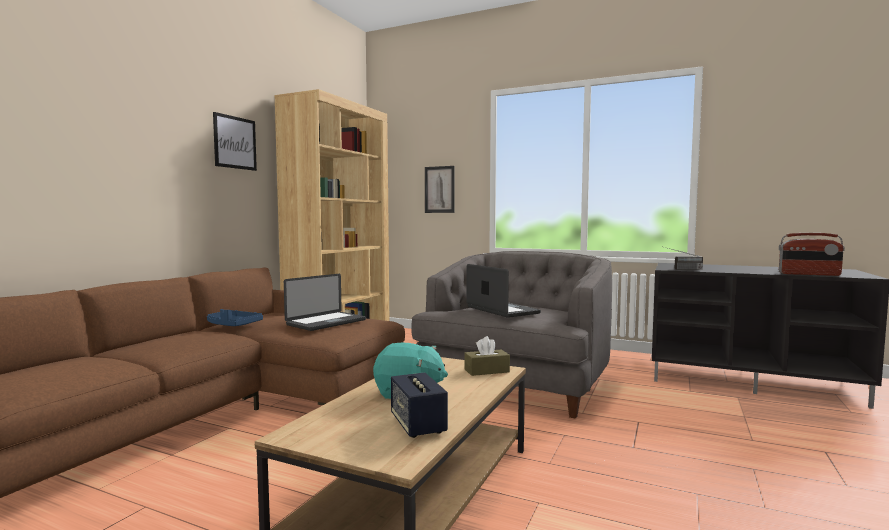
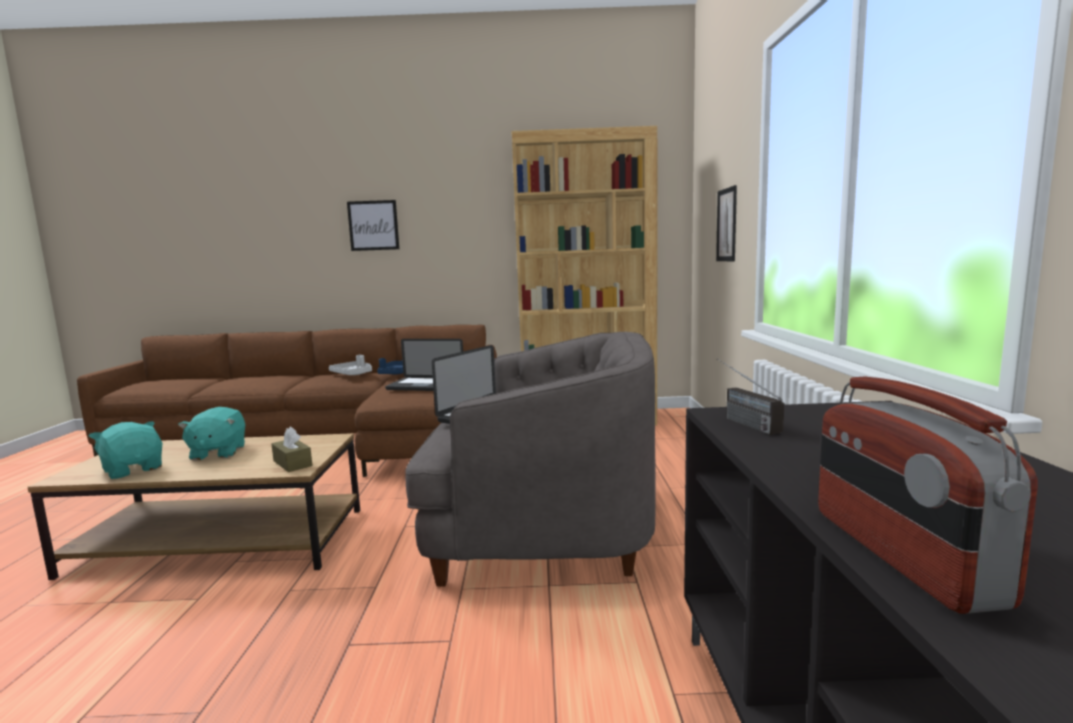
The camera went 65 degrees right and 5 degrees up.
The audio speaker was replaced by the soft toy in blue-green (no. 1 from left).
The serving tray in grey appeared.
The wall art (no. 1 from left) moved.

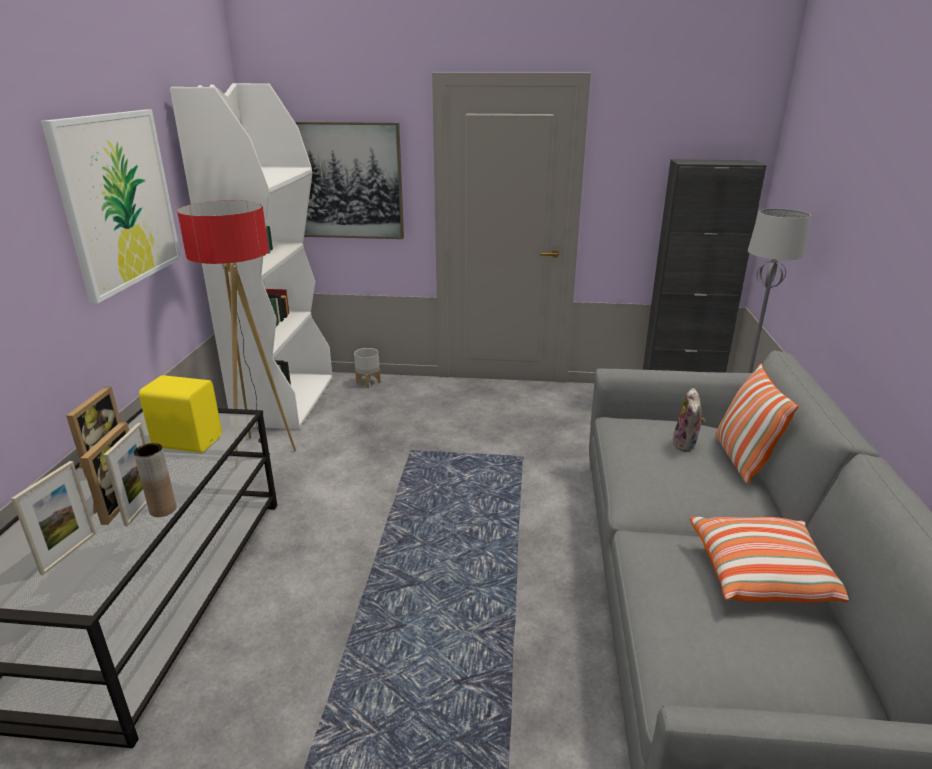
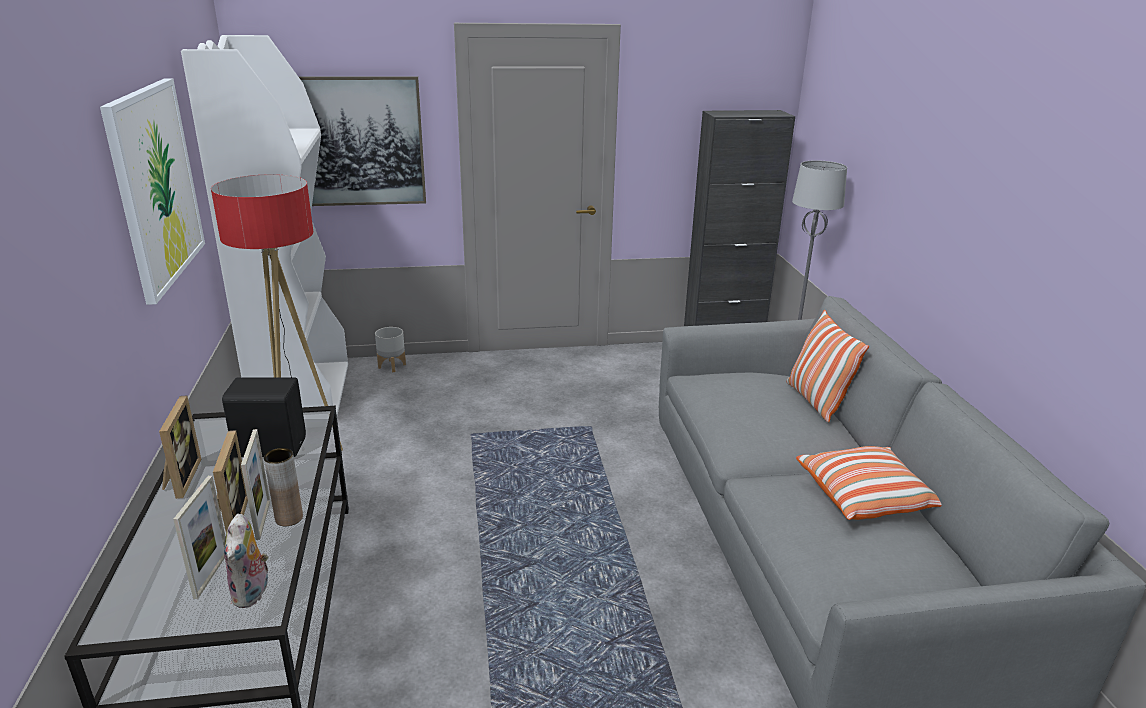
The camera went 15 degrees left and 0 degrees up.
The audio speaker in yellowish became the audio speaker in black-coloured.
The soft toy moved.

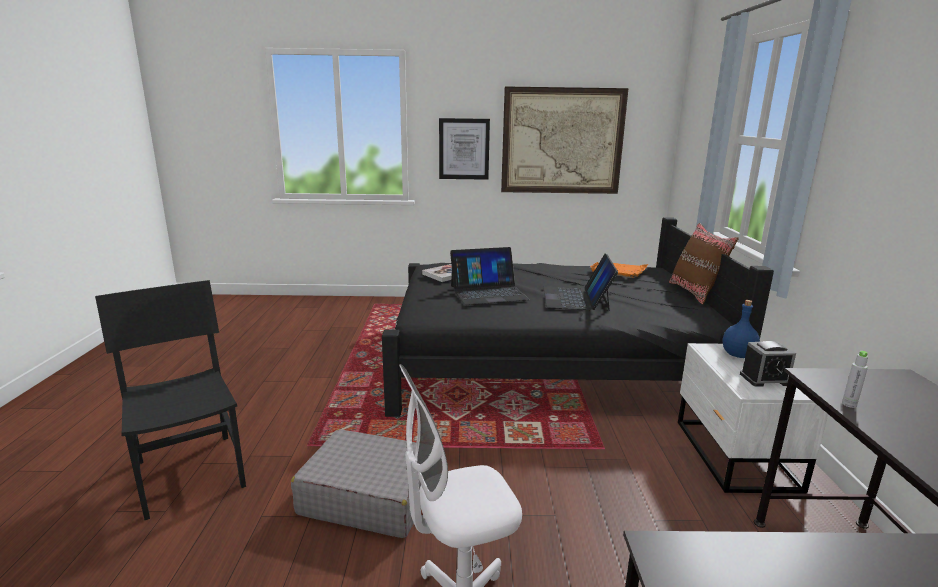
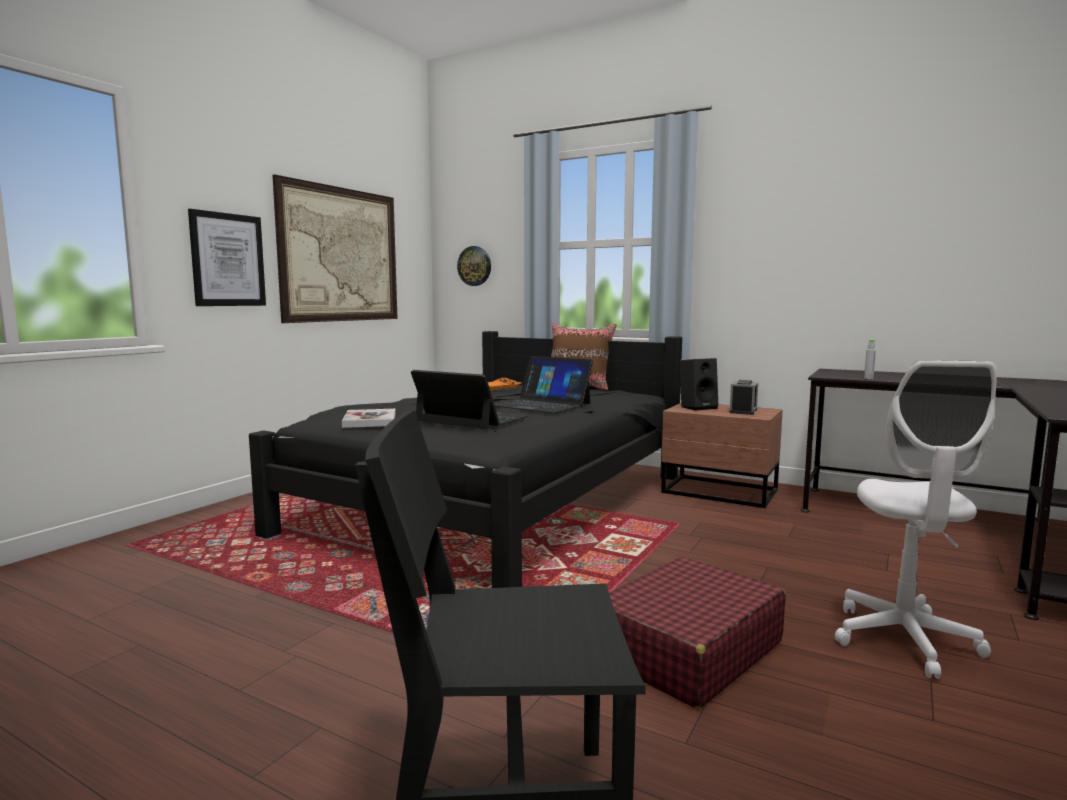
The camera went 60 degrees left and 10 degrees down.
The portable computer (no. 1 from left) turned 75 degrees counterclockwise.
The clock on the wall appeared.
The travel case in grey became the travel case in reddish.
The nightstand in whitish became the nightstand in brownish.
The beverage bottle in blue-coloured was replaced by the audio speaker in black-coloured.

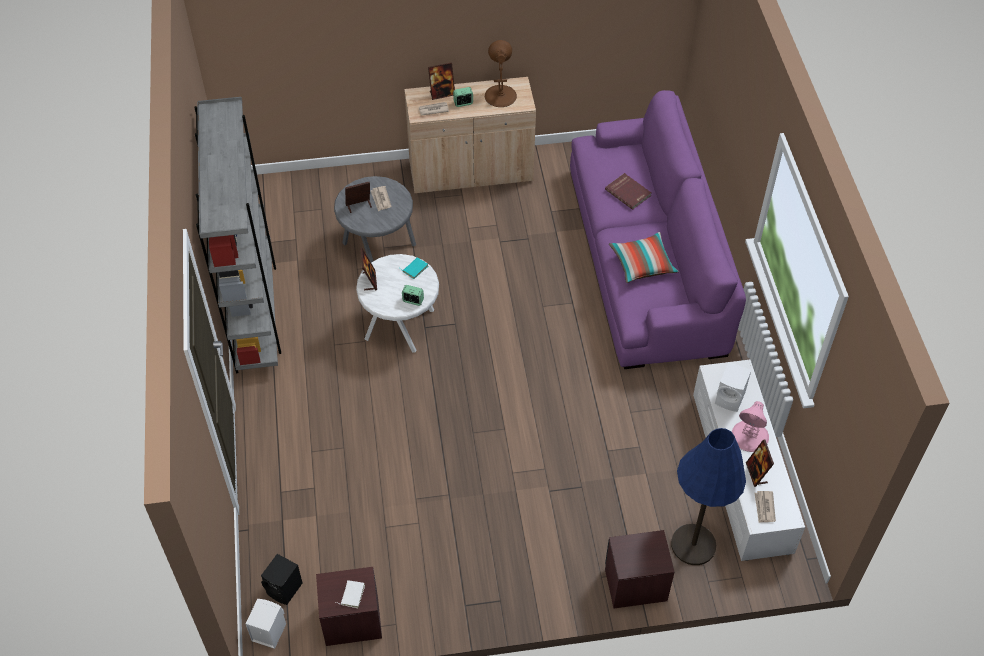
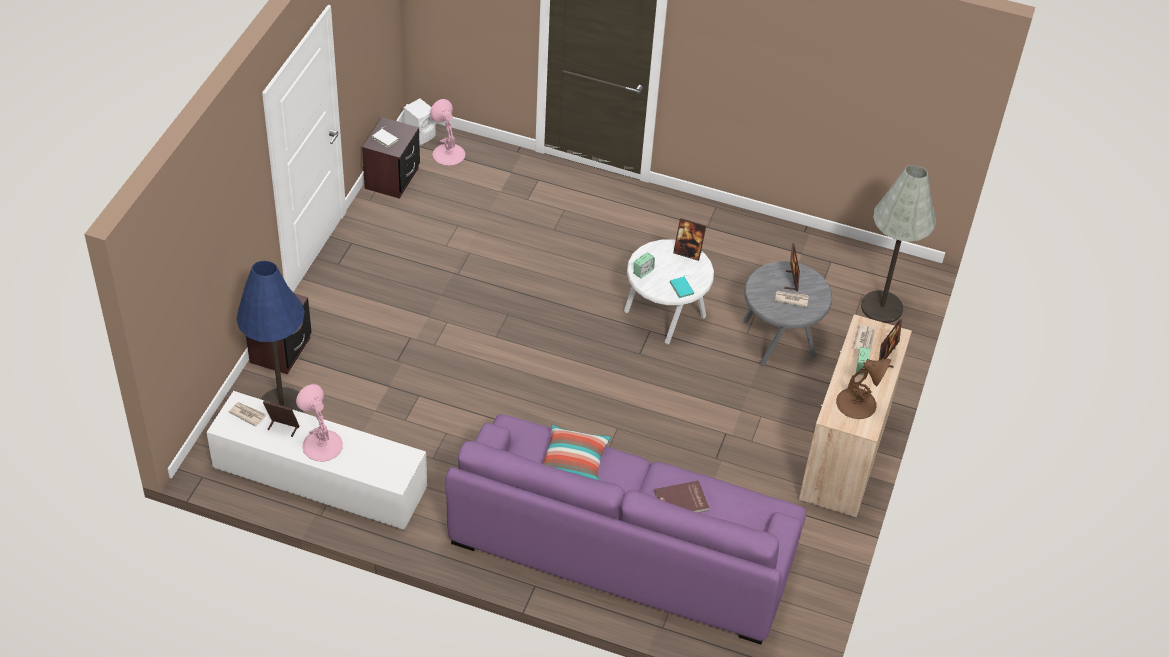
The camera went 115 degrees right and 5 degrees down.
The audio speaker in black-coloured was replaced by the lamp for a table in pink-coloured (no. 2 from left).
The floor lamp in grey appeared.
The shelving unit in grey disappeared.
The audio speaker in whitish (no. 2 from left) disappeared.

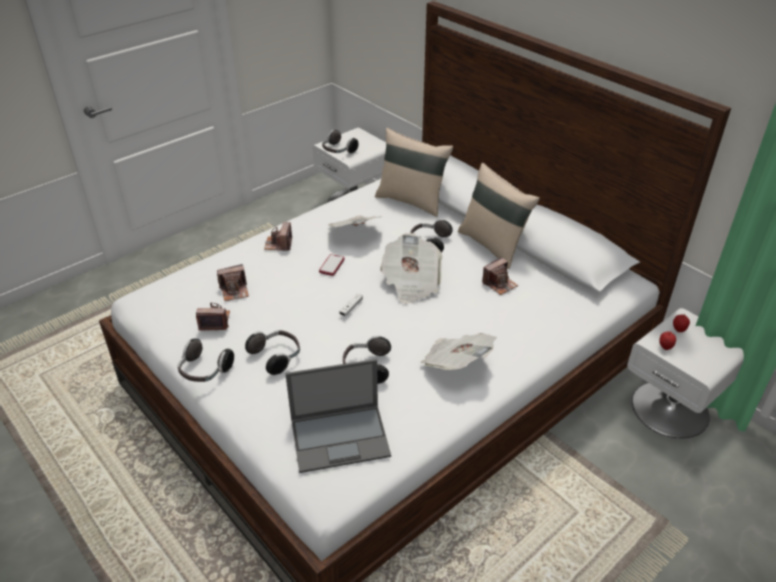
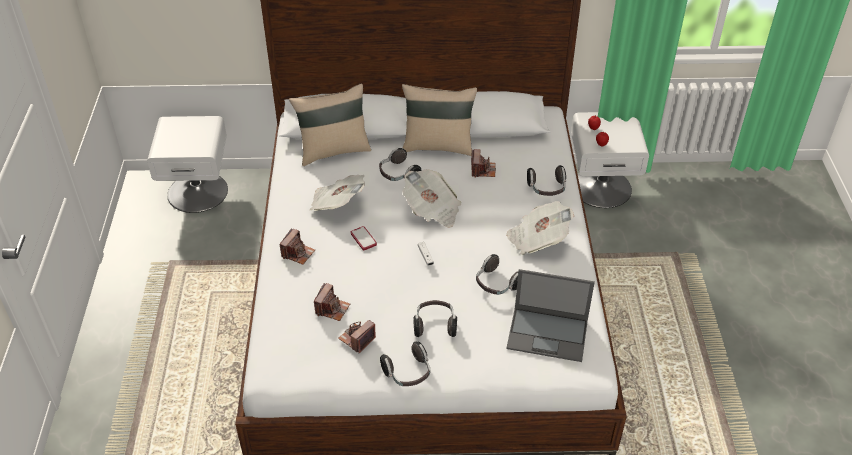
The camera went 50 degrees left and 5 degrees up.
The photo camera (no. 3 from left in the first image) turned 105 degrees counterclockwise.
The portable computer turned 75 degrees clockwise.
The headset (no. 3 from left in the first image) moved.

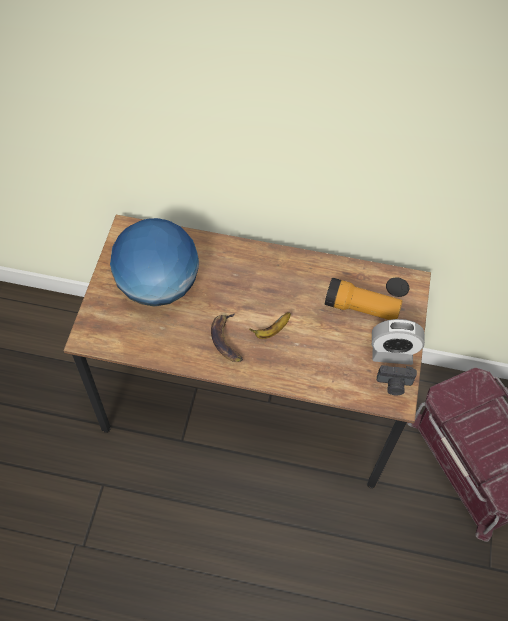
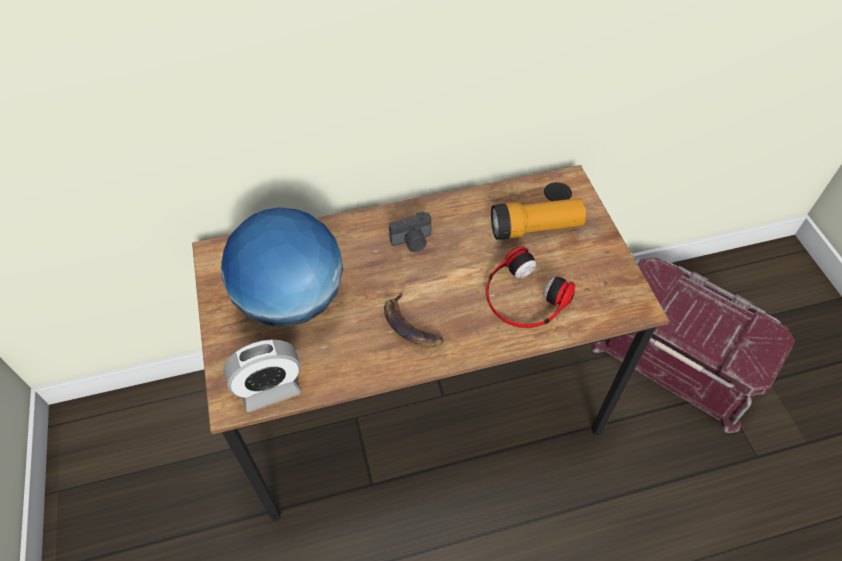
The camera went 25 degrees left and 5 degrees down.
The alarm clock moved.
The photo camera moved.
The headset appeared.
The whole banana (no. 2 from left) disappeared.

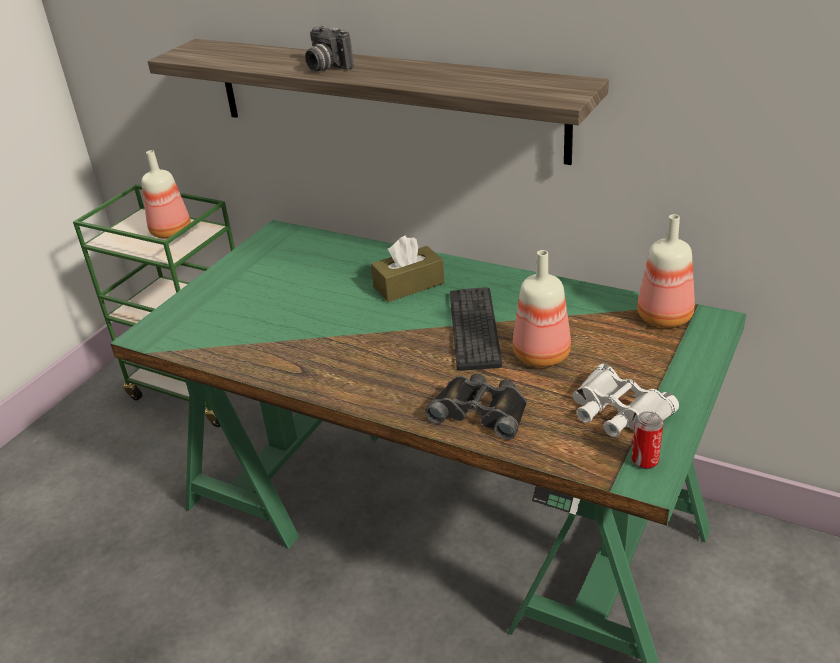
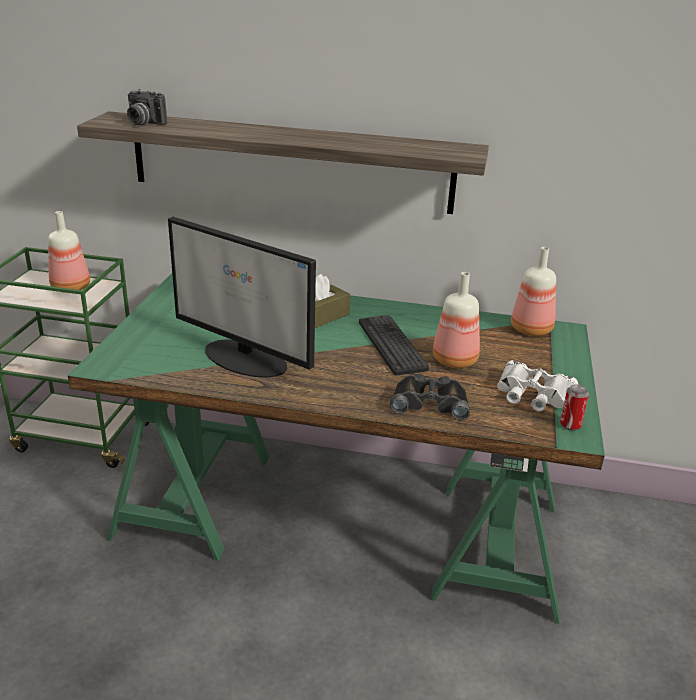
The camera went 20 degrees left and 5 degrees down.
The photo camera moved.
The computer display appeared.

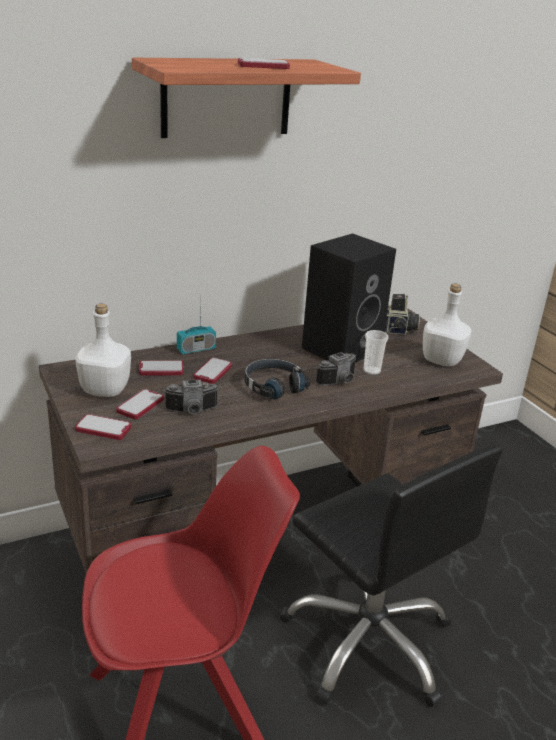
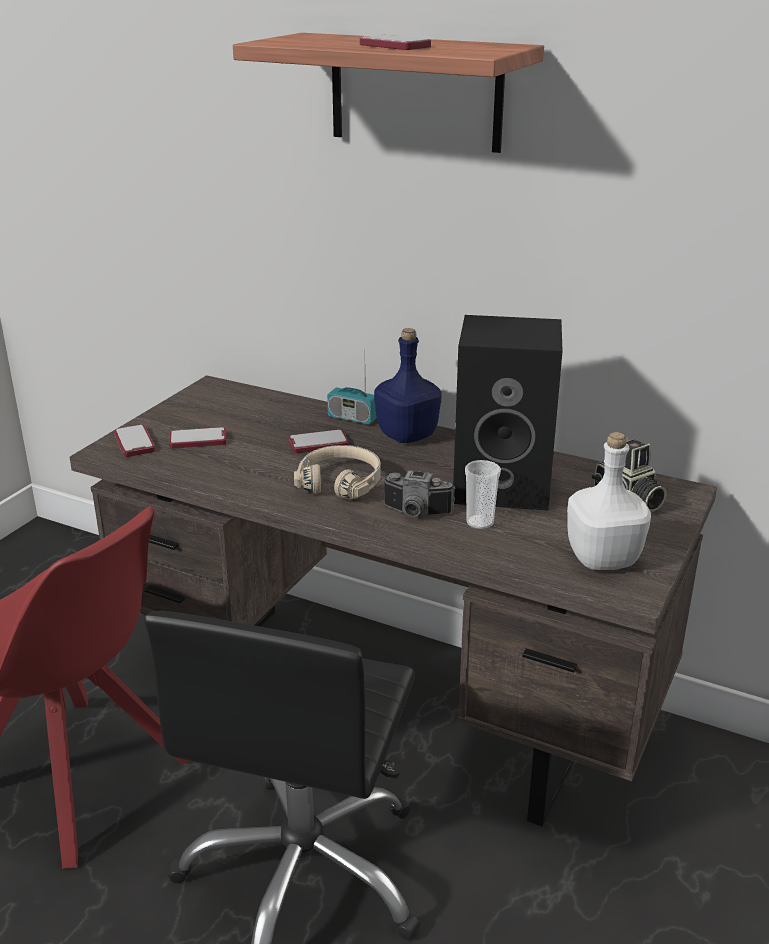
The camera went 55 degrees right and 0 degrees up.
The headset in black-coloured became the headset in sand-coloured.
The beverage bottle in blue-coloured appeared.
The beverage bottle in whitish (no. 1 from left) disappeared.
The handset (no. 3 from left) disappeared.
The photo camera (no. 1 from left) disappeared.

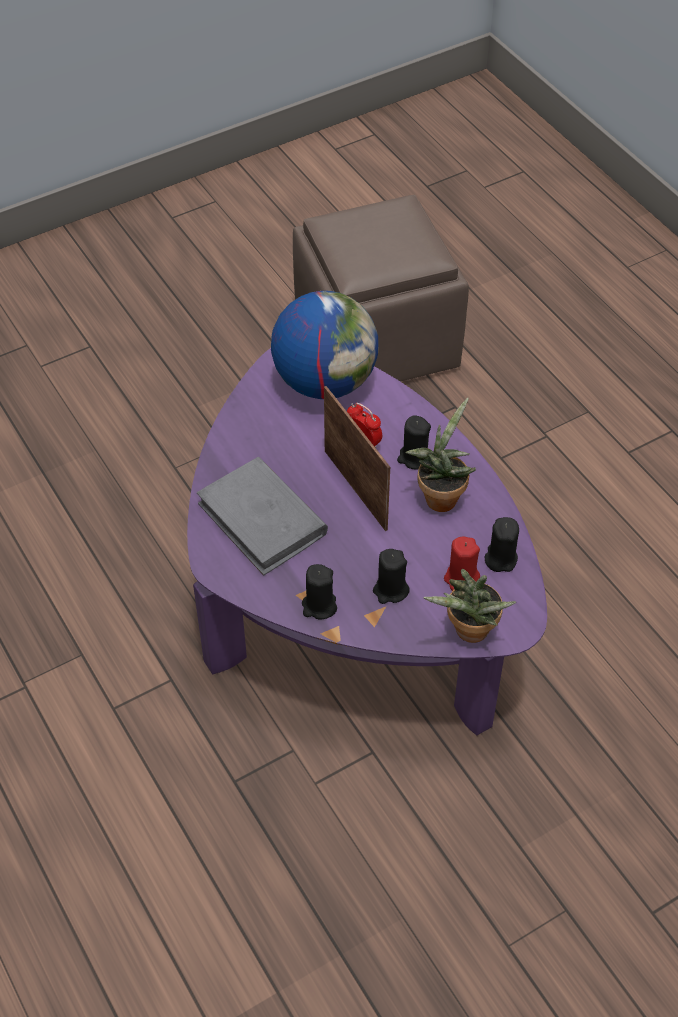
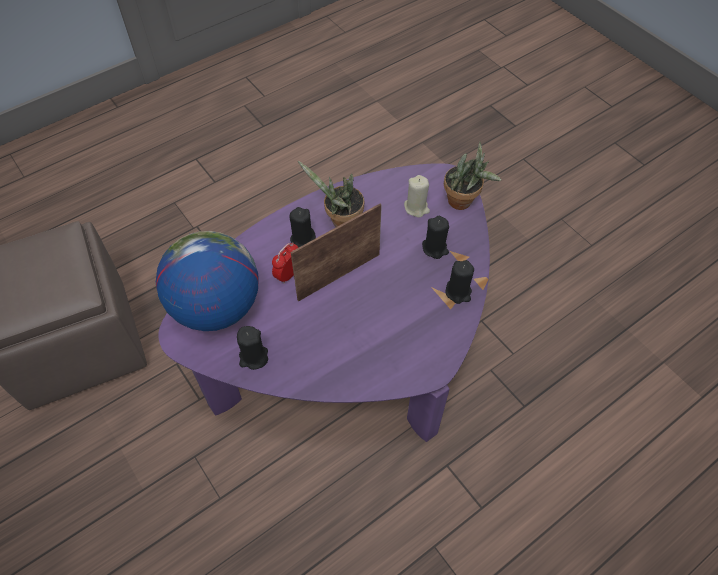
The camera went 95 degrees left and 5 degrees up.
The candle in black-coloured (no. 4 from left in the first image) moved.
The candle in reddish became the candle in sand-coloured.
The volume in grey disappeared.

